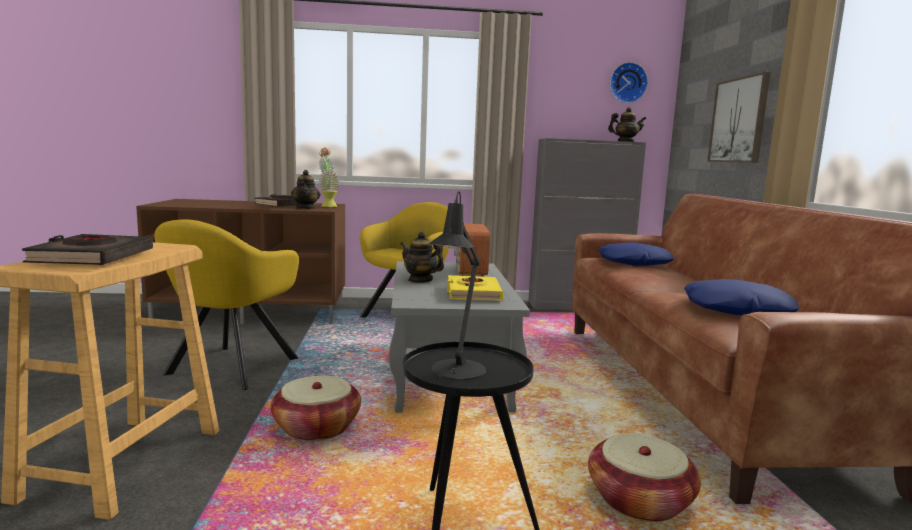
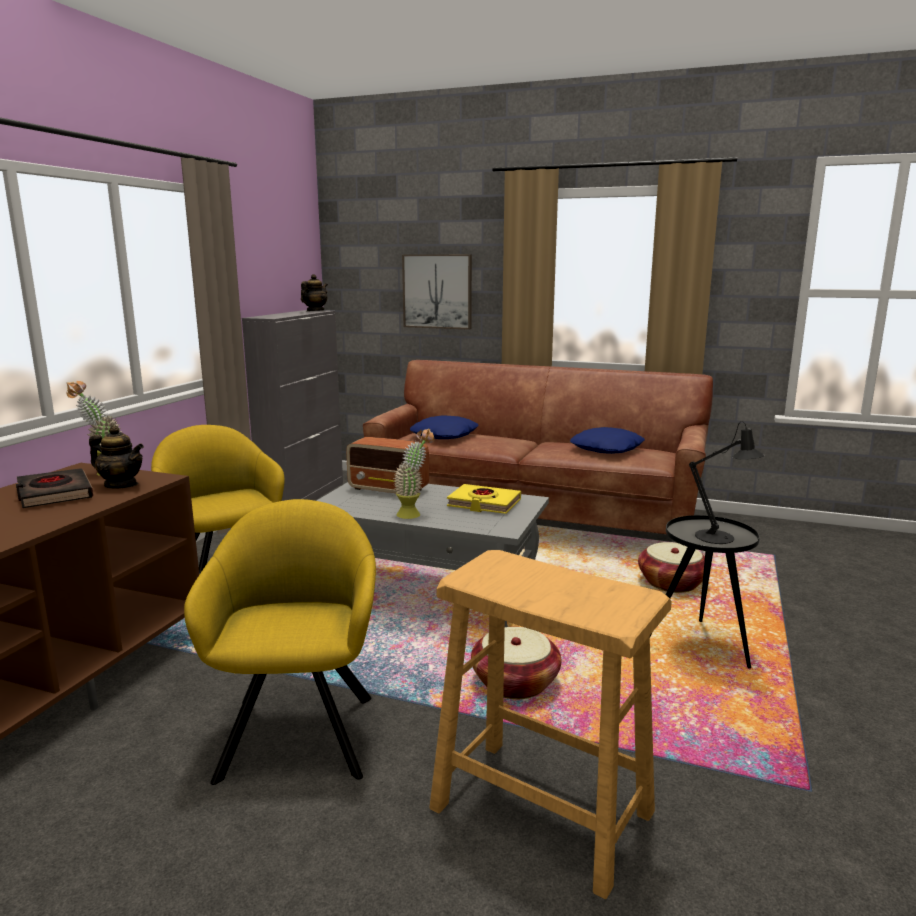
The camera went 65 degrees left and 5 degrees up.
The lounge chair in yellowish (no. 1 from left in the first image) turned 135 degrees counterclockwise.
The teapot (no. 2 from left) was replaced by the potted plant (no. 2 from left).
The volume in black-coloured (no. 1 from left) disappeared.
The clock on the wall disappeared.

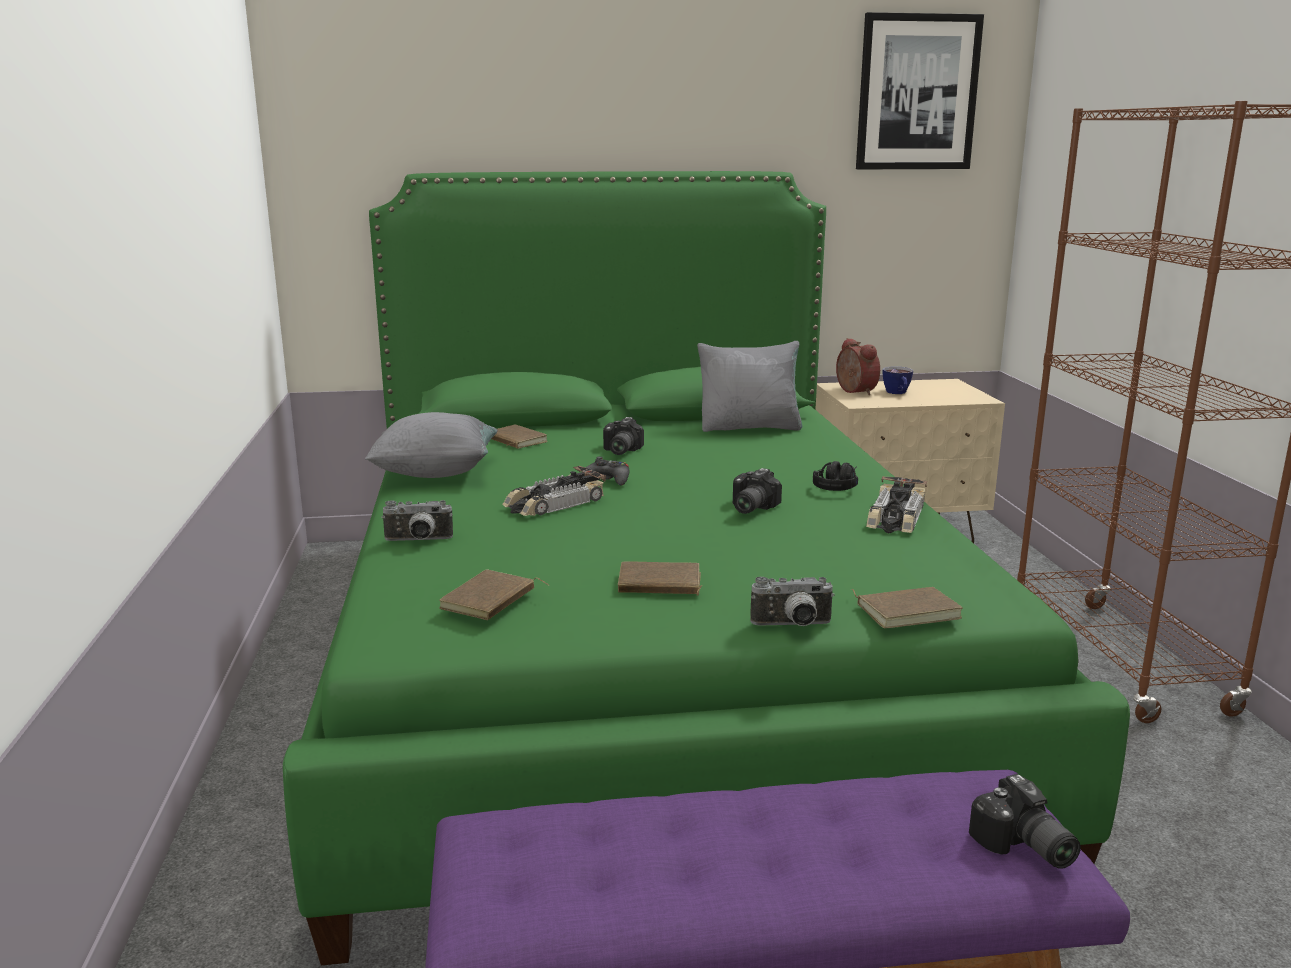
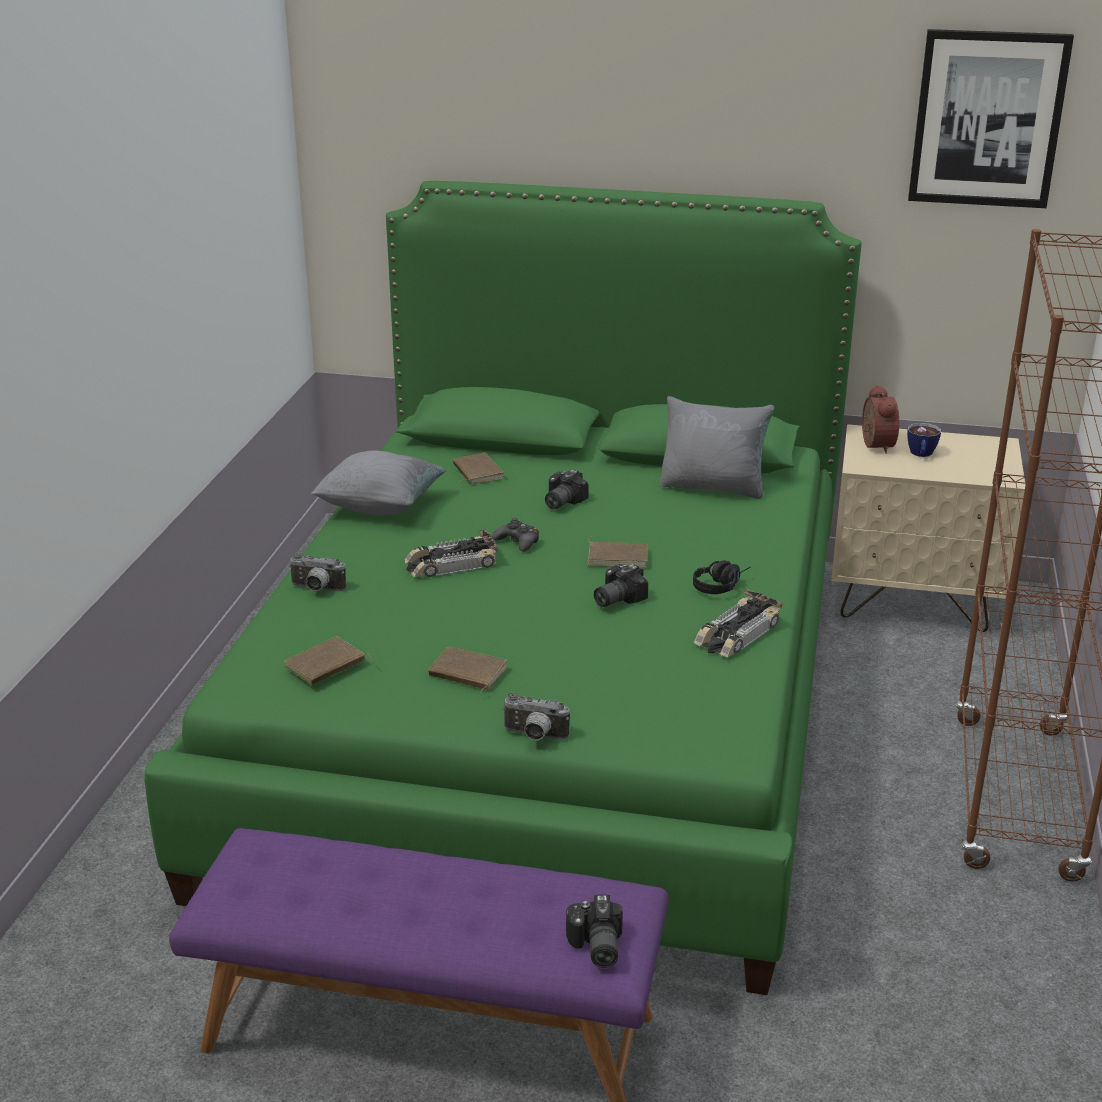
The camera went 20 degrees right and 10 degrees up.
The volume in brownish (no. 4 from left) moved.

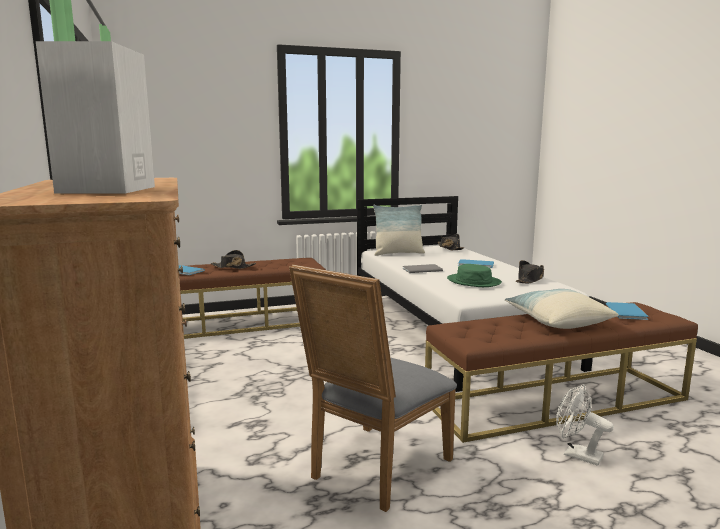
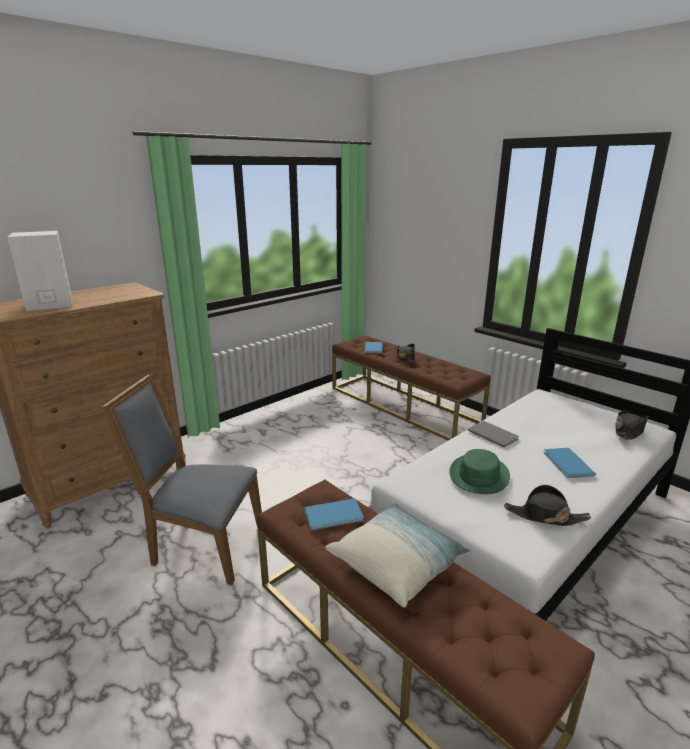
The camera went 65 degrees right and 10 degrees up.
The volume in blue-coloured (no. 3 from left in the first image) moved.
The pillow (no. 1 from left) disappeared.
The cooling fan in whitish disappeared.

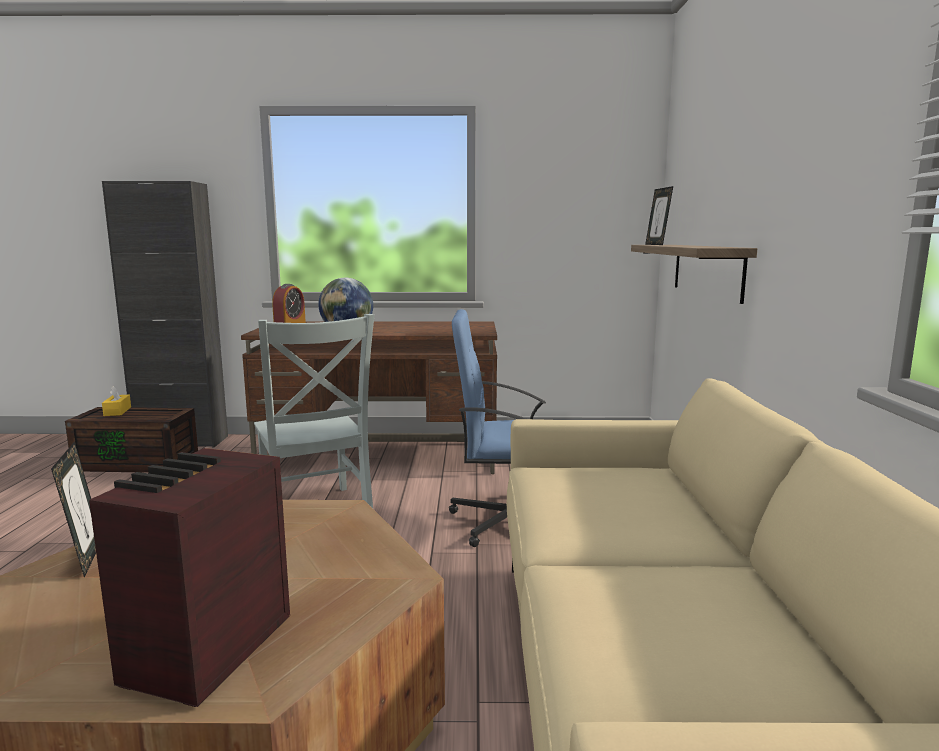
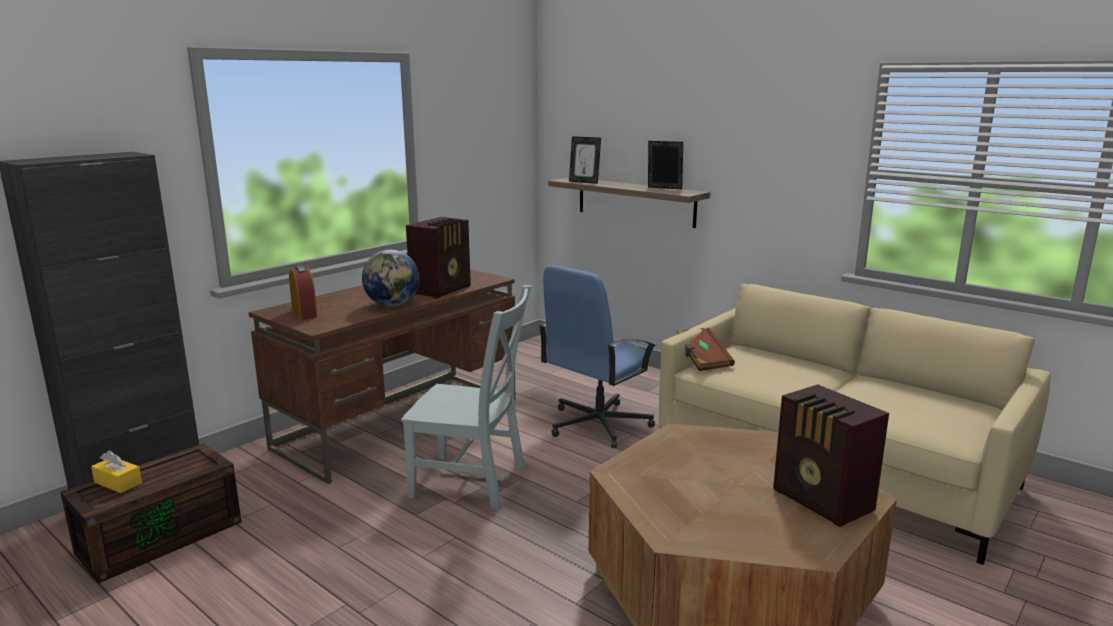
The camera went 50 degrees left and 5 degrees up.
The radio receiver (no. 1 from left) appeared.
The photo frame (no. 1 from left in the first image) moved.
The volume in brownish appeared.

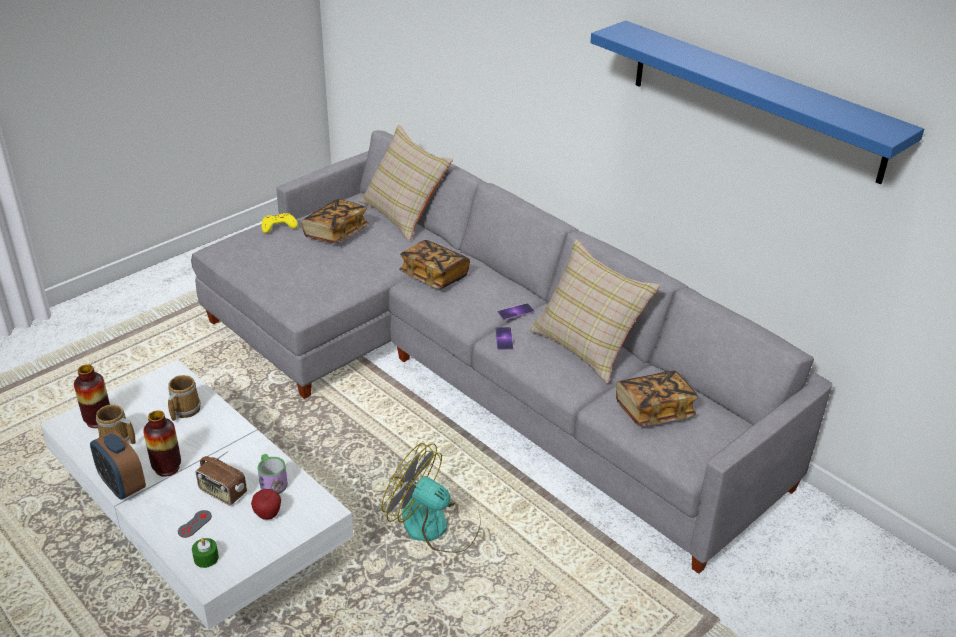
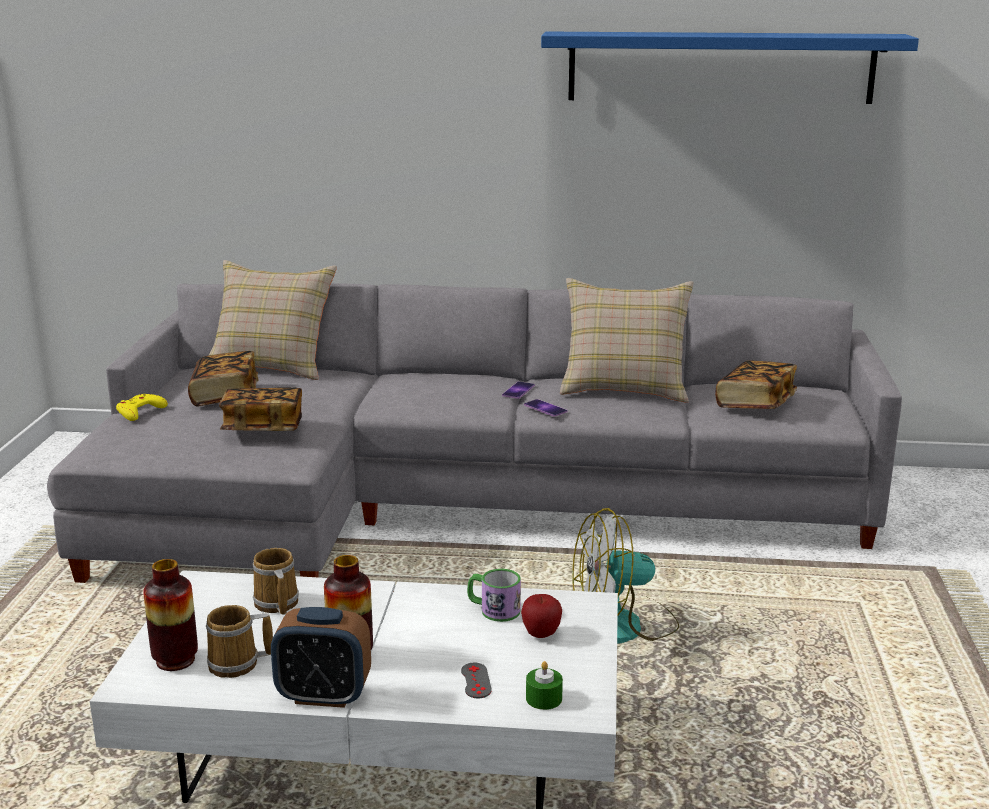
The camera went 40 degrees left and 15 degrees down.
The volume (no. 2 from left) moved.
The radio receiver disappeared.

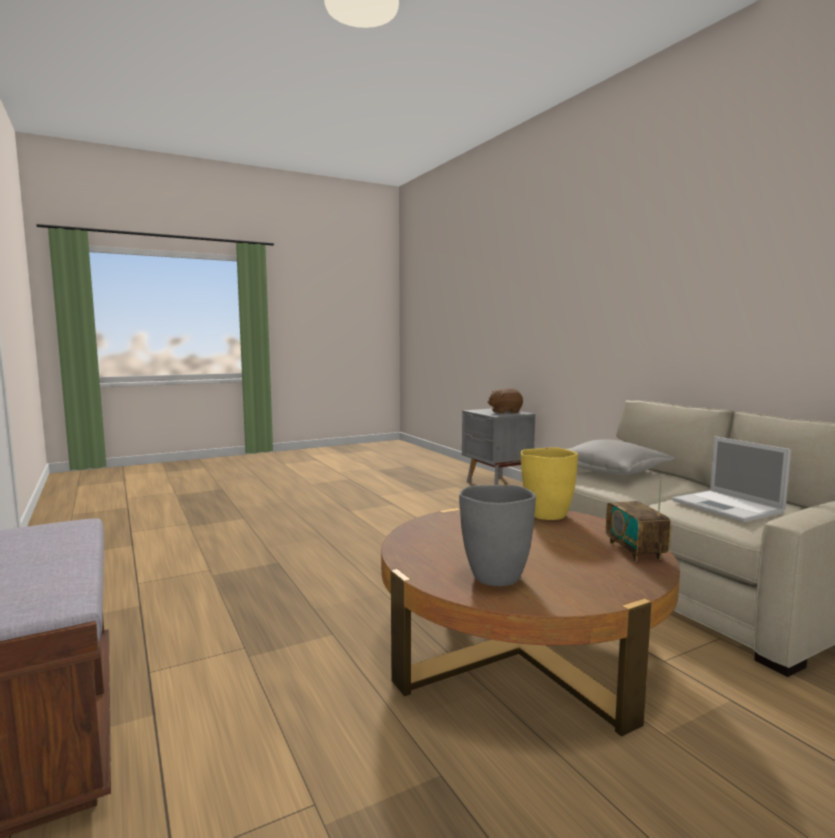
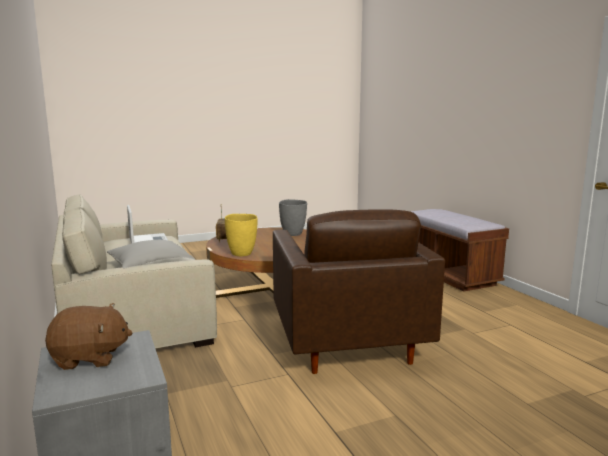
The camera went 175 degrees left and 5 degrees up.
The lounge chair in brownish appeared.

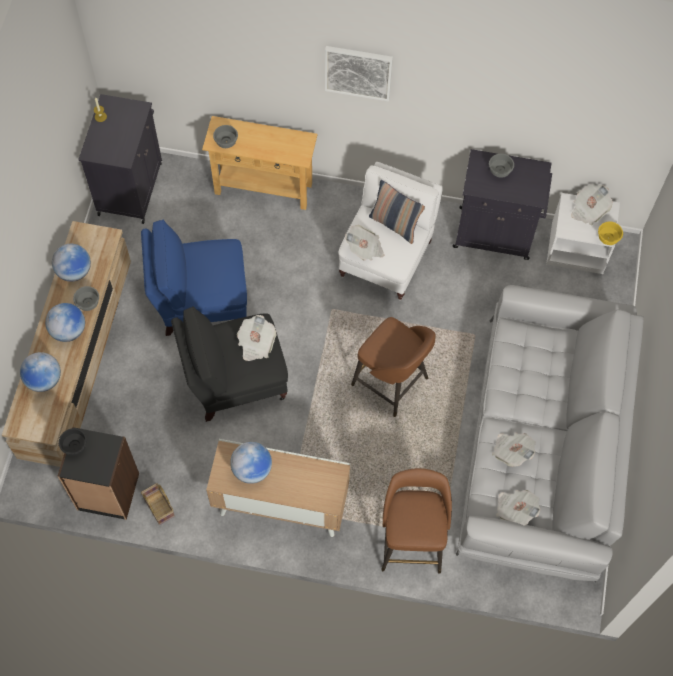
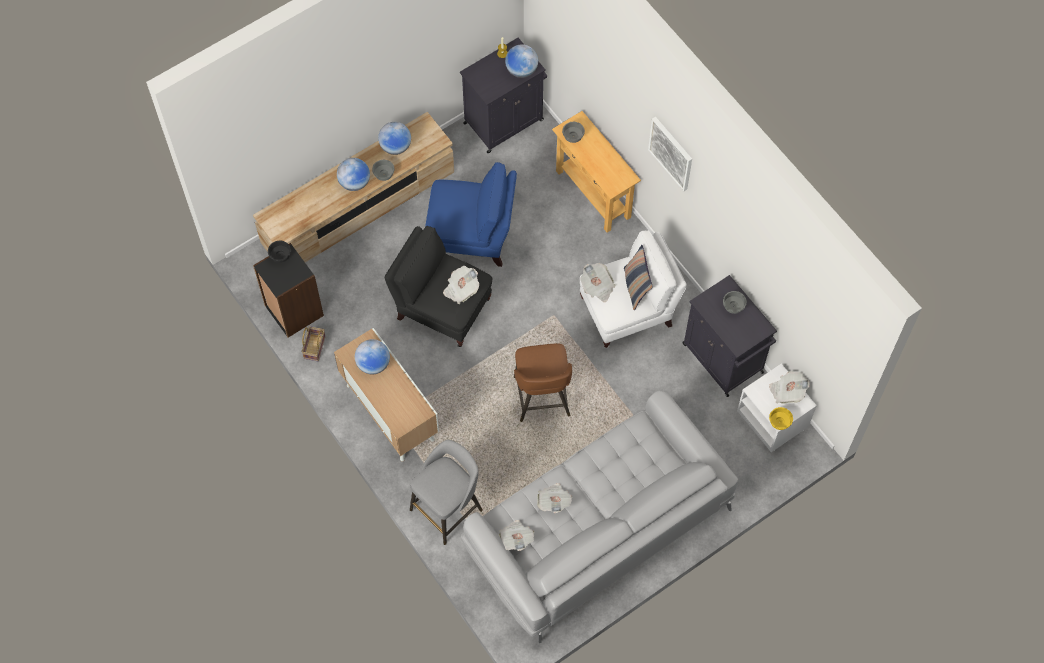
The camera went 45 degrees right and 0 degrees up.
The stool seat in brownish (no. 2 from left) became the stool seat in grey.
The lounge chair in blue-coloured turned 150 degrees clockwise.
The globe (no. 1 from left in the first image) moved.

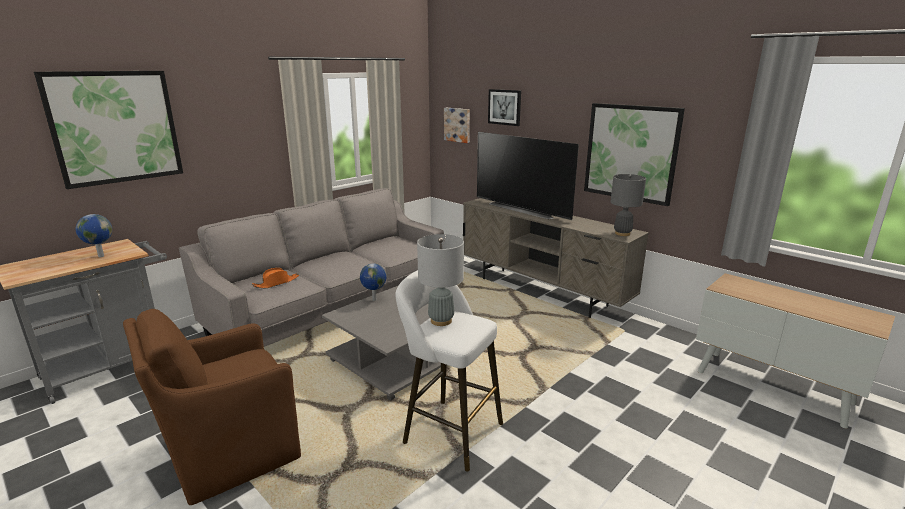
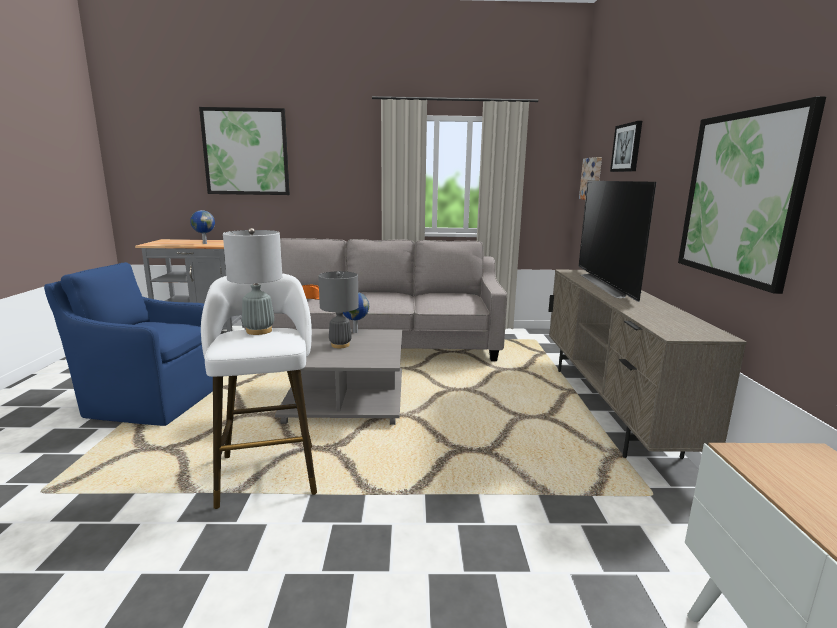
The camera went 45 degrees right and 5 degrees down.
The lounge chair in brownish became the lounge chair in blue-coloured.
The lamp for a table in grey (no. 2 from left) moved.

